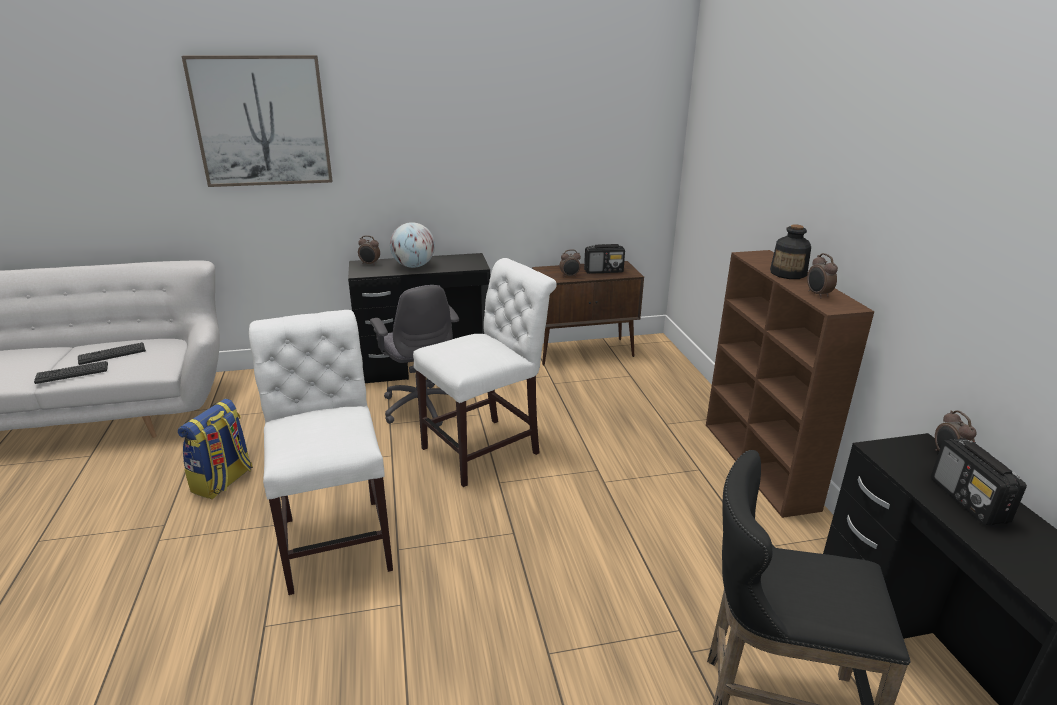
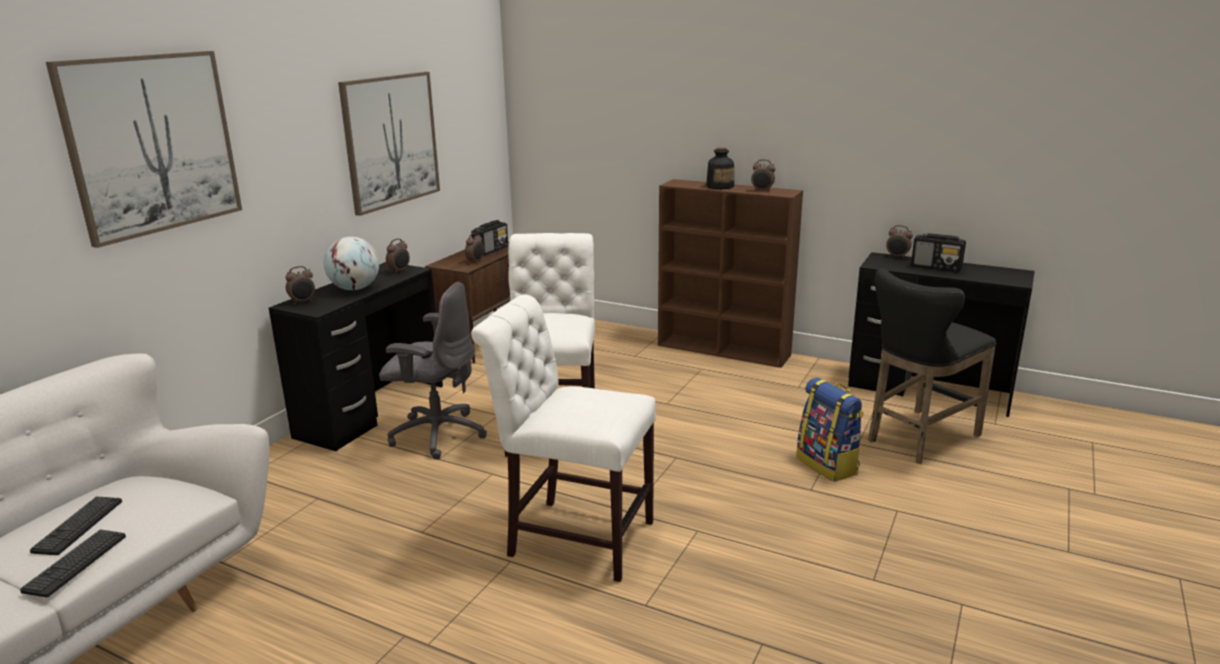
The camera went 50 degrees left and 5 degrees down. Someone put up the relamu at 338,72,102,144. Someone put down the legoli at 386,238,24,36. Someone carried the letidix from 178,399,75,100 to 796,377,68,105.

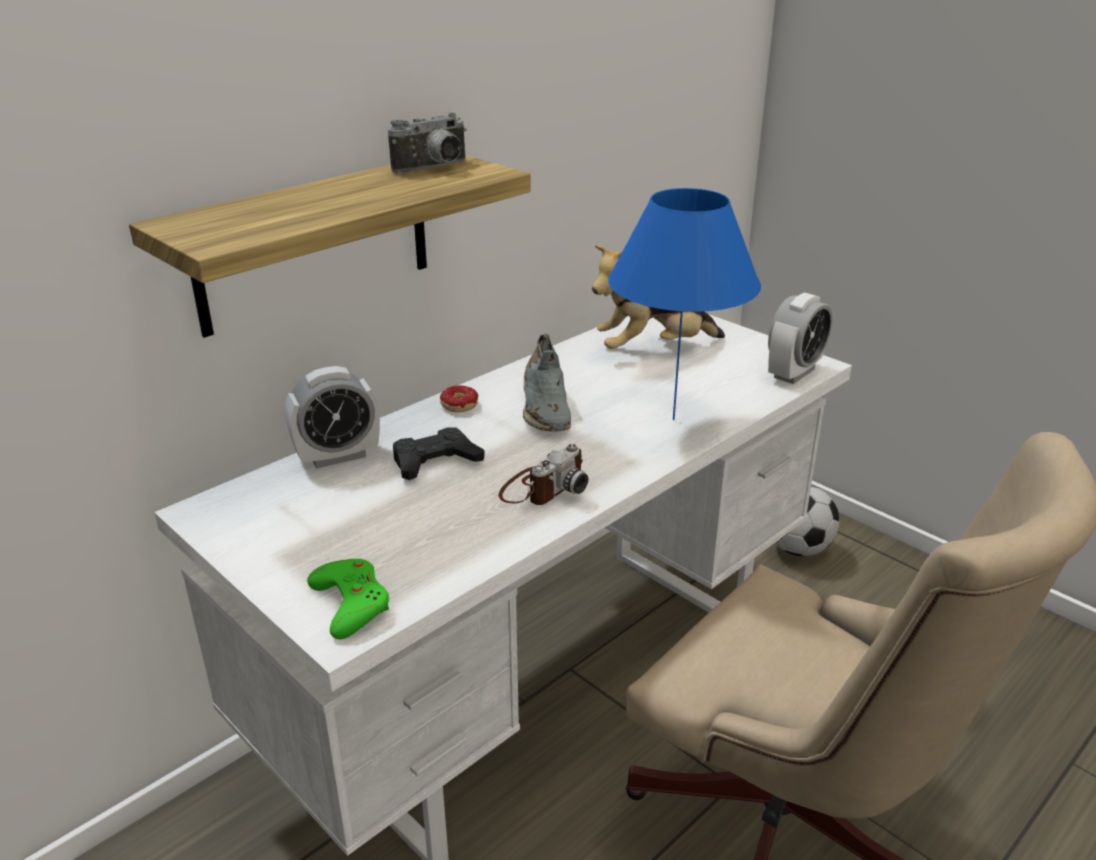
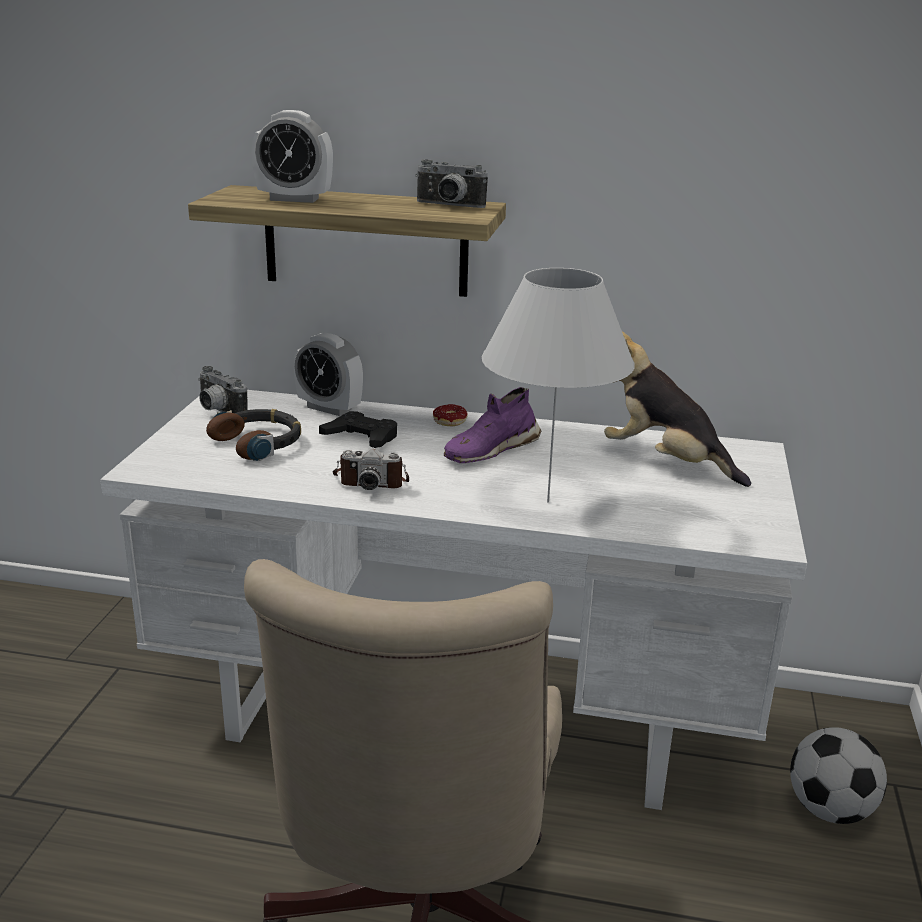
The camera went 55 degrees right and 5 degrees down. Someone took away the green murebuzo at 307,559,82,80. Someone put down the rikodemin at 198,366,50,47. Someone put down the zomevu at 206,409,95,52. Someone carried the legoli from 768,293,64,91 to 251,110,82,93. Someone repainted the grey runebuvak at 523,333,48,99, which became the purple runebuvak at 444,387,97,76. Someone repainted the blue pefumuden at 608,188,153,232, which became the white pefumuden at 482,268,153,235.

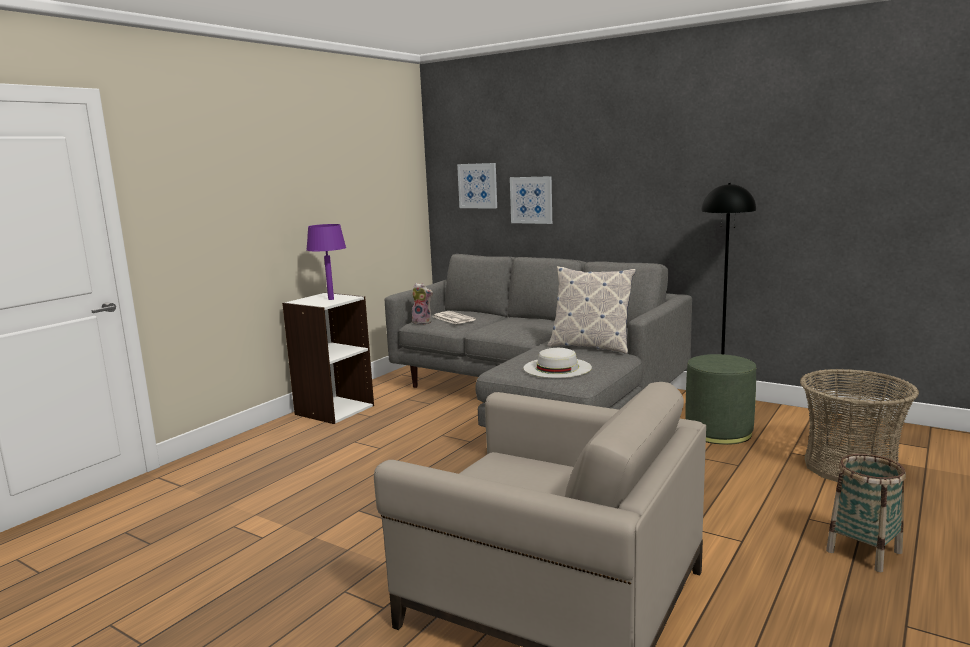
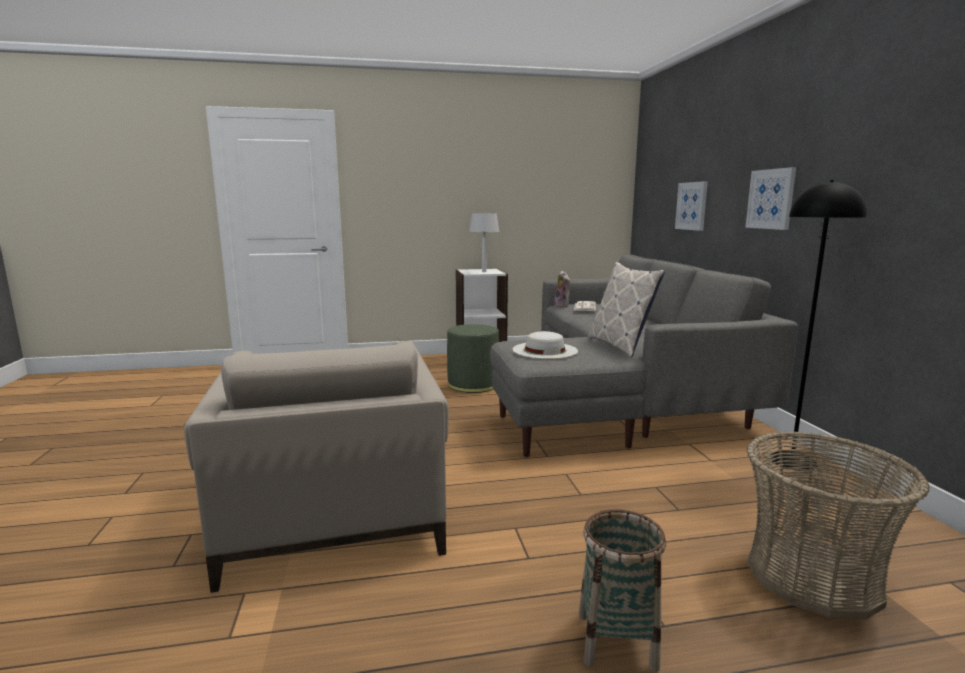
The camera went 45 degrees right and 0 degrees up. Someone carried the relamu from 457,163,40,45 to 745,167,51,63. Someone carried the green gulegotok from 685,354,71,91 to 447,324,52,69. Someone repainted the purple pefumuden at 306,224,40,76, which became the grey pefumuden at 469,213,30,59.

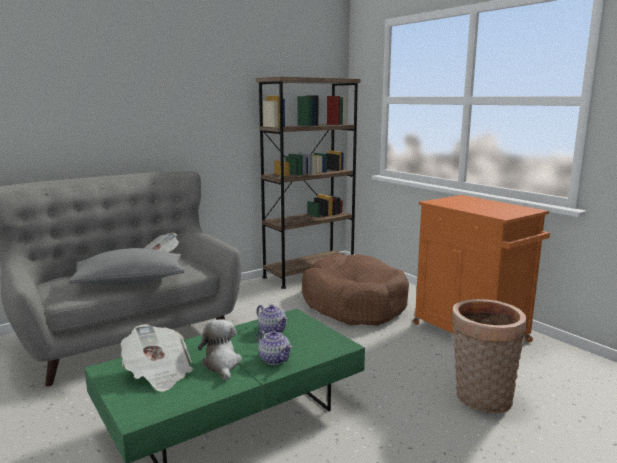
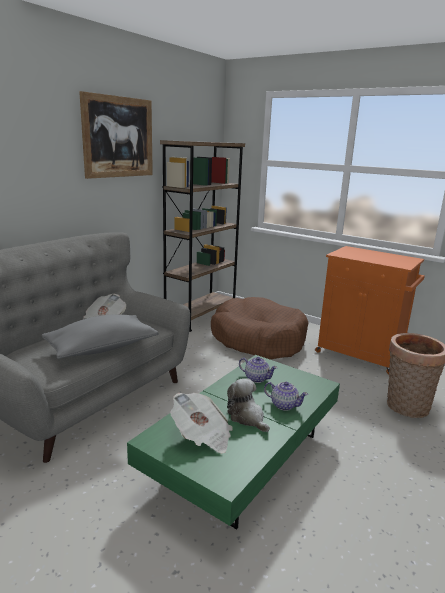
The camera went 20 degrees left and 5 degrees up. Someone put up the relamu at 79,91,74,88.

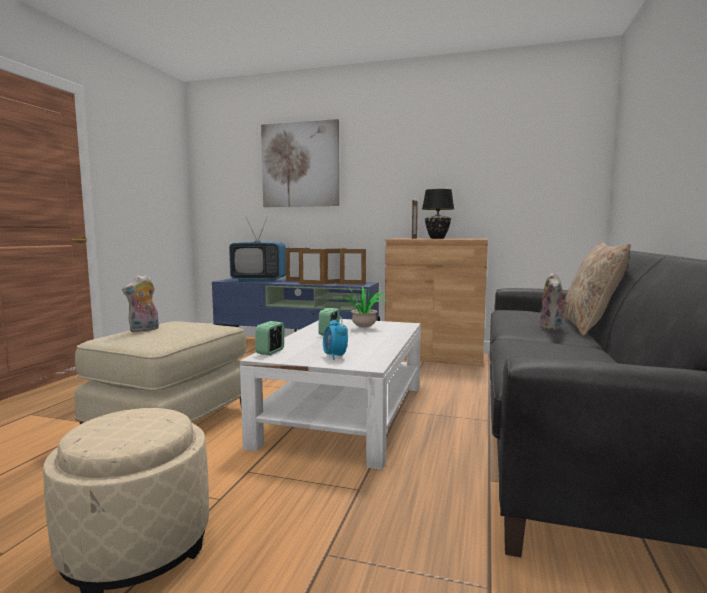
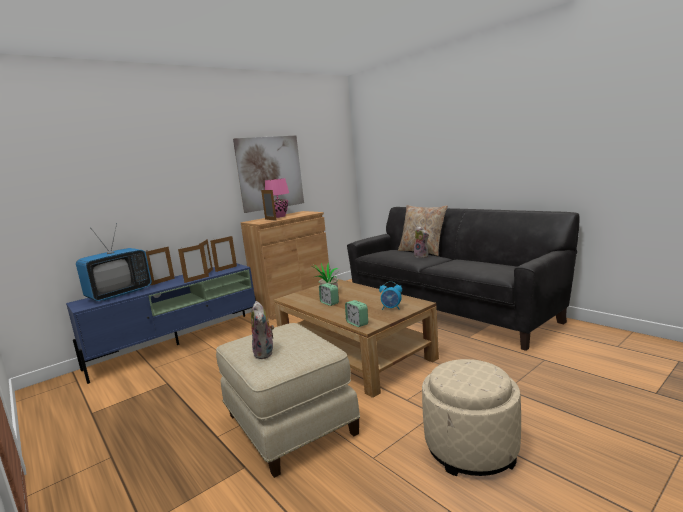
The camera went 55 degrees left and 5 degrees up. Someone carried the relamu from 261,119,78,88 to 233,136,71,77. Someone repainted the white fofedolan at 240,319,181,151, which became the brown fofedolan at 274,279,165,119. Someone repainted the black pefumuden at 422,189,32,50, which became the pink pefumuden at 265,178,24,40.

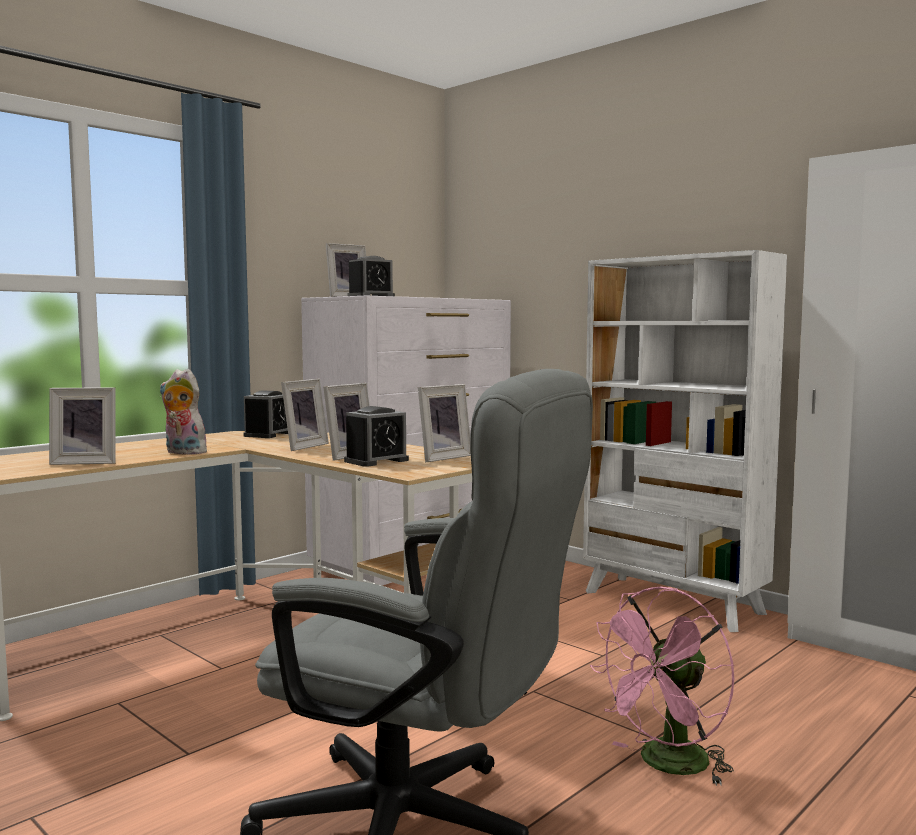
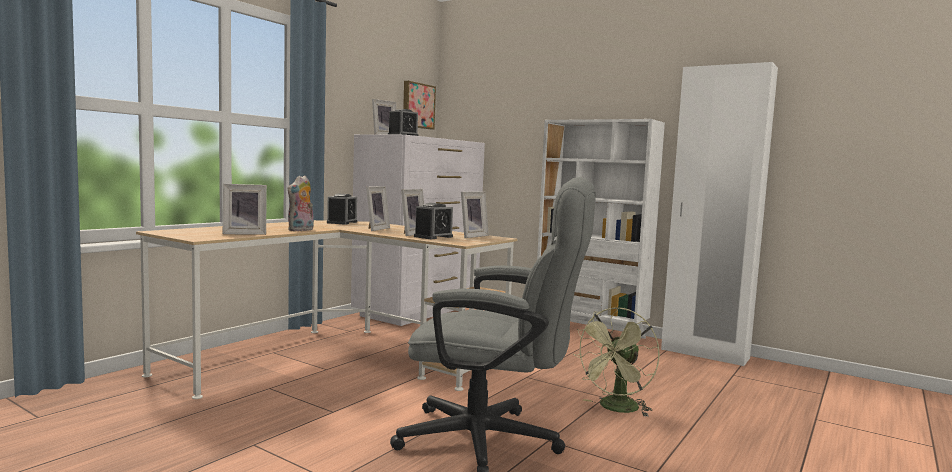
The camera went 10 degrees left and 0 degrees up. Someone put up the relamu at 403,81,33,48. Someone repainted the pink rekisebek at 590,587,144,199, which became the green rekisebek at 573,307,87,110. Someone rotated the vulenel at 160,369,47,86 by 75 degrees counterclockwise.

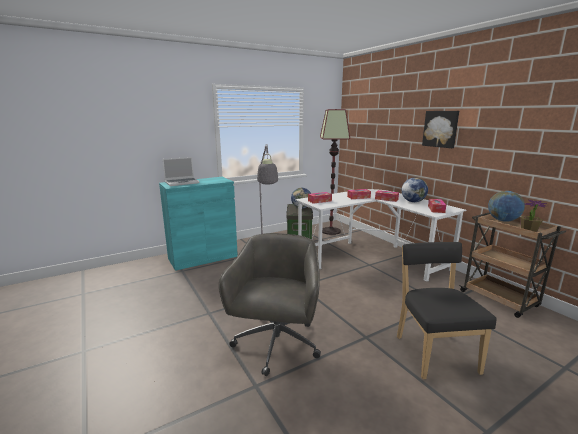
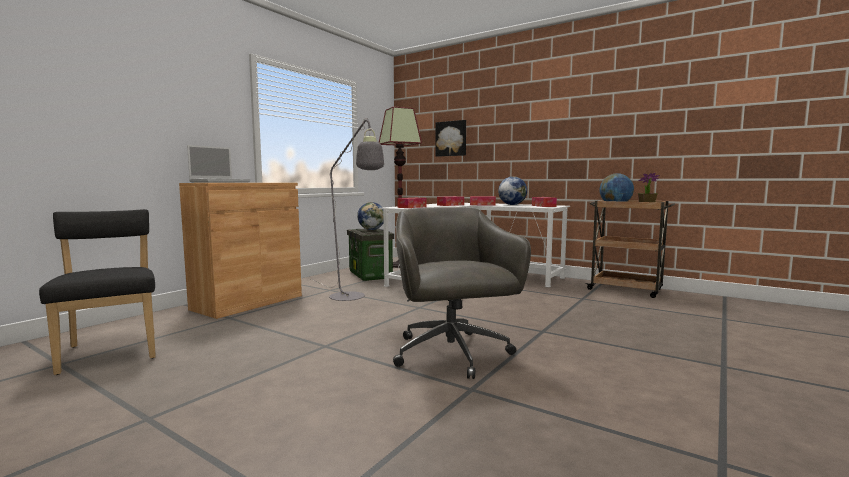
The camera went 25 degrees left and 10 degrees down. Someone carried the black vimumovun from 397,242,99,137 to 39,209,117,166. Someone carried the relamu from 422,111,37,37 to 435,120,31,37. Someone repainted the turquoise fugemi at 159,177,79,94, which became the brown fugemi at 179,183,123,136.

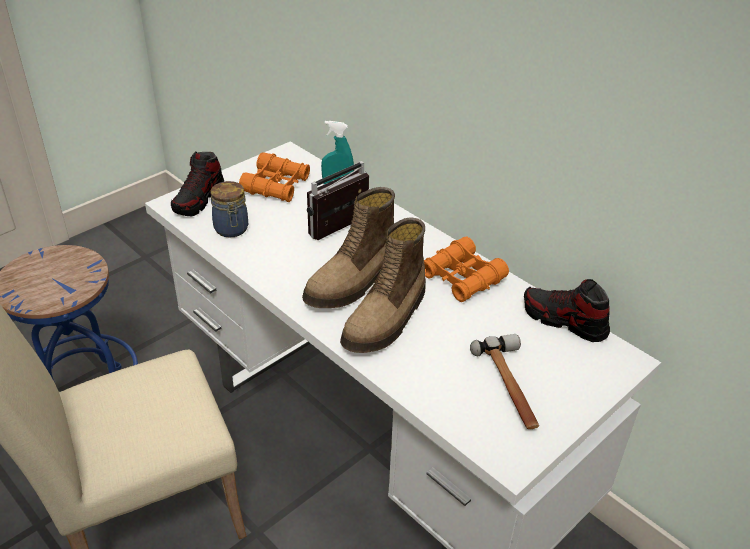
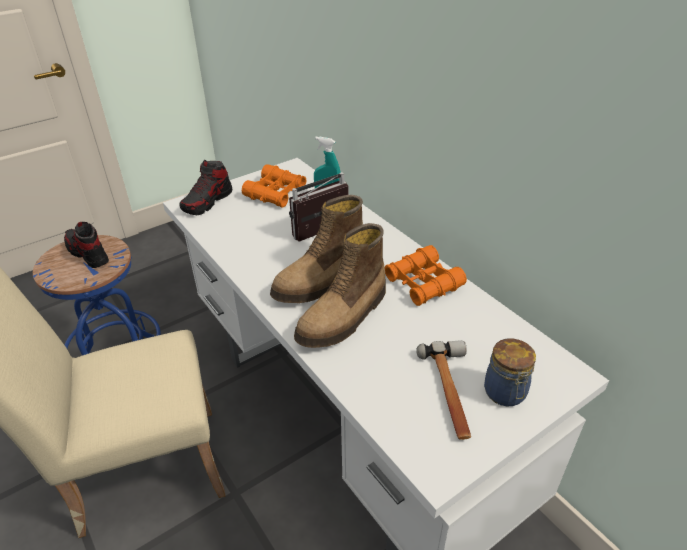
The camera went 10 degrees right and 0 degrees up. Someone carried the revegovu from 211,181,37,57 to 484,338,52,68. Someone carried the runebuvak from 524,279,86,63 to 64,222,45,46.

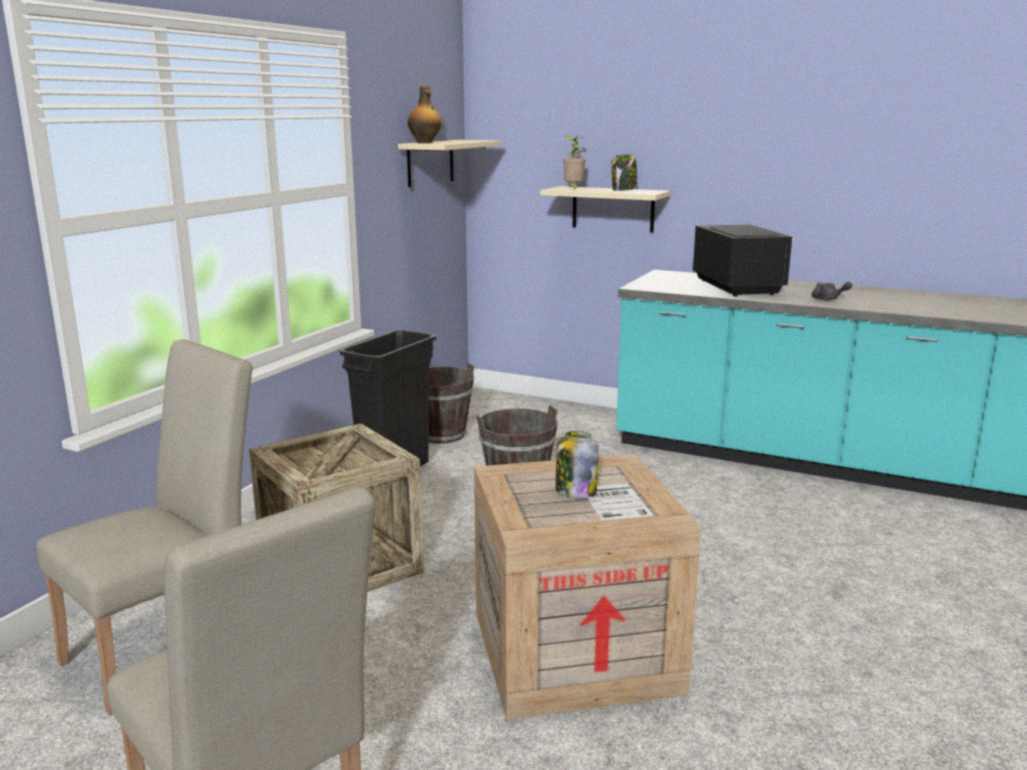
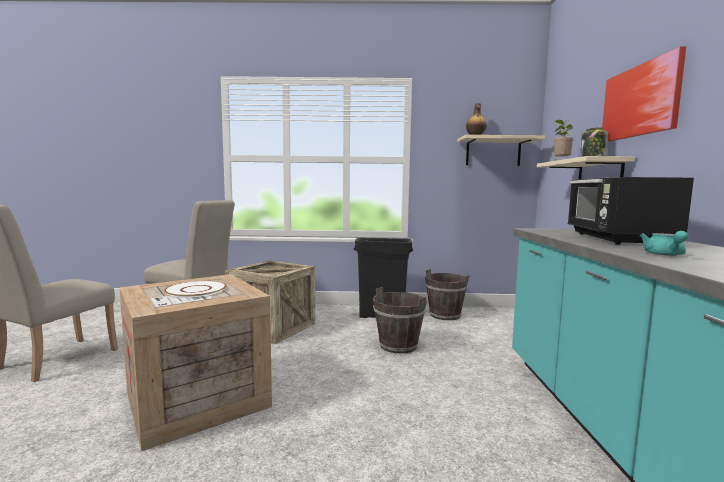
The camera went 65 degrees right and 10 degrees down. Someone put up the relamu at 602,46,84,96. Someone swapped the revegovu at 555,431,44,67 for the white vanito at 164,281,63,17. Someone repainted the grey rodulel at 812,282,40,18, which became the turquoise rodulel at 640,231,48,25. Someone rotated the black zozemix at 693,224,101,73 by 135 degrees clockwise.

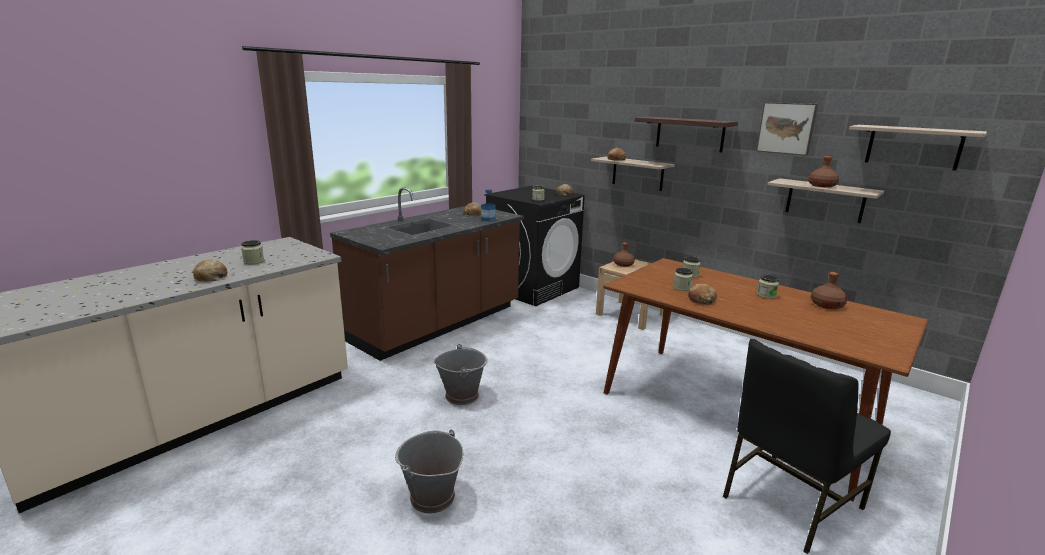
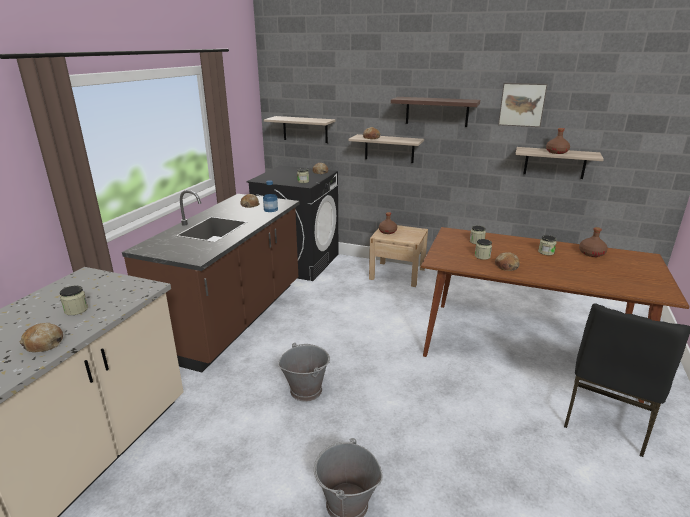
The camera went 20 degrees left and 5 degrees up. Someone carried the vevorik from 849,125,138,46 to 264,116,72,27.

